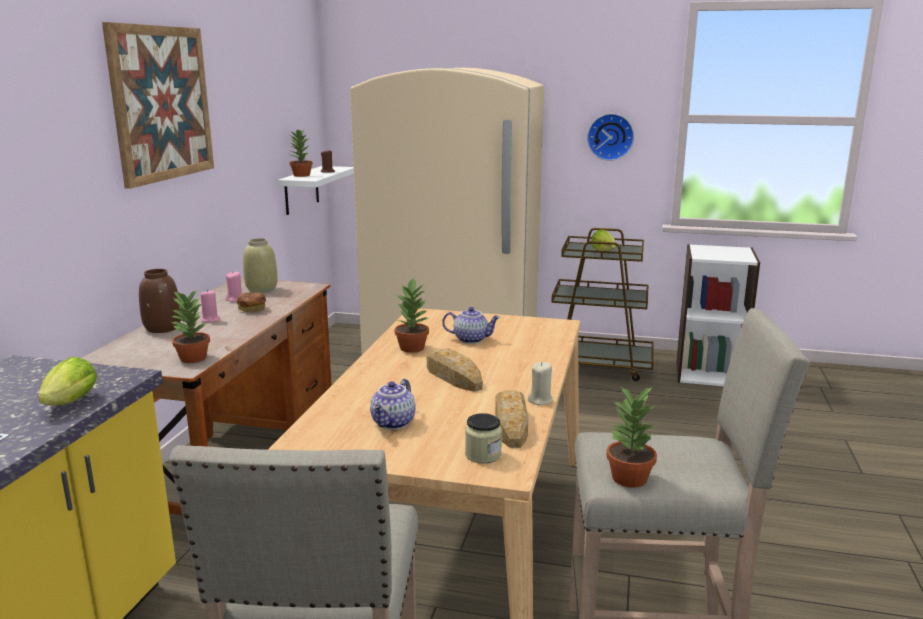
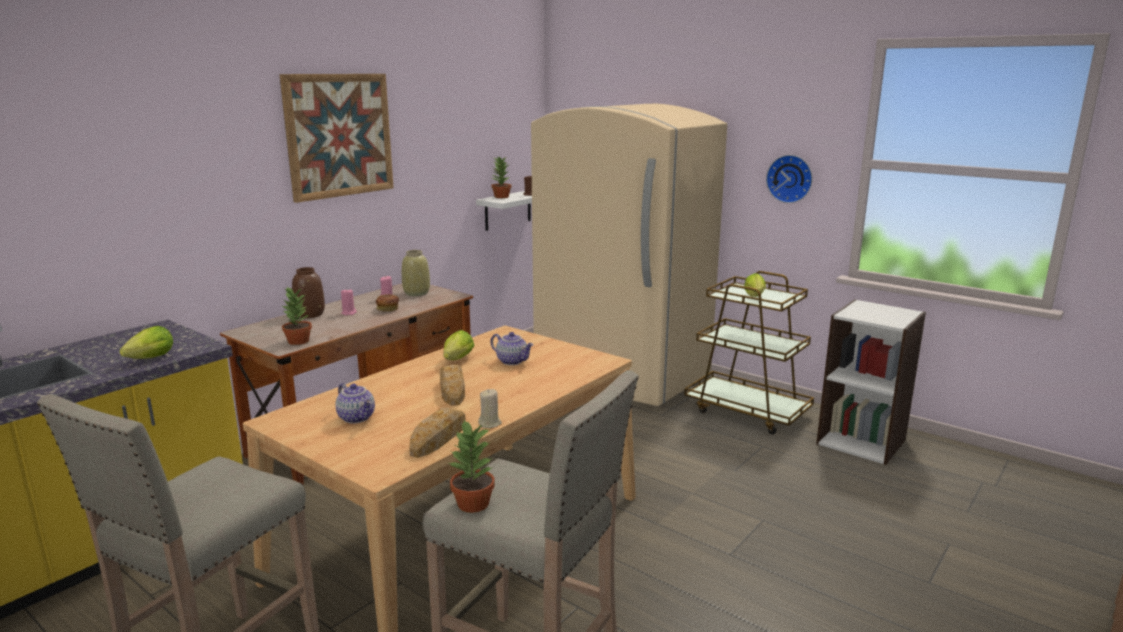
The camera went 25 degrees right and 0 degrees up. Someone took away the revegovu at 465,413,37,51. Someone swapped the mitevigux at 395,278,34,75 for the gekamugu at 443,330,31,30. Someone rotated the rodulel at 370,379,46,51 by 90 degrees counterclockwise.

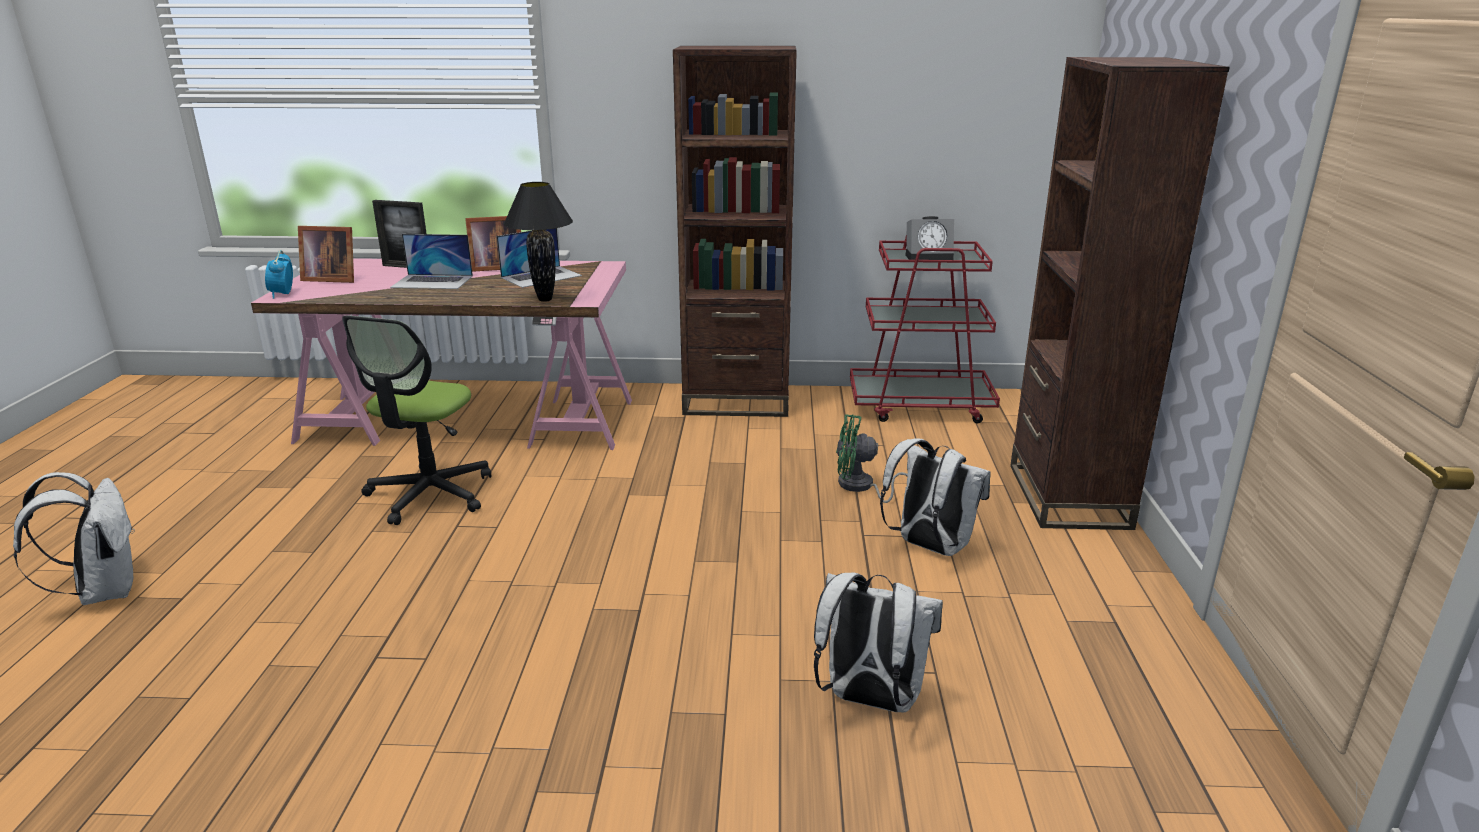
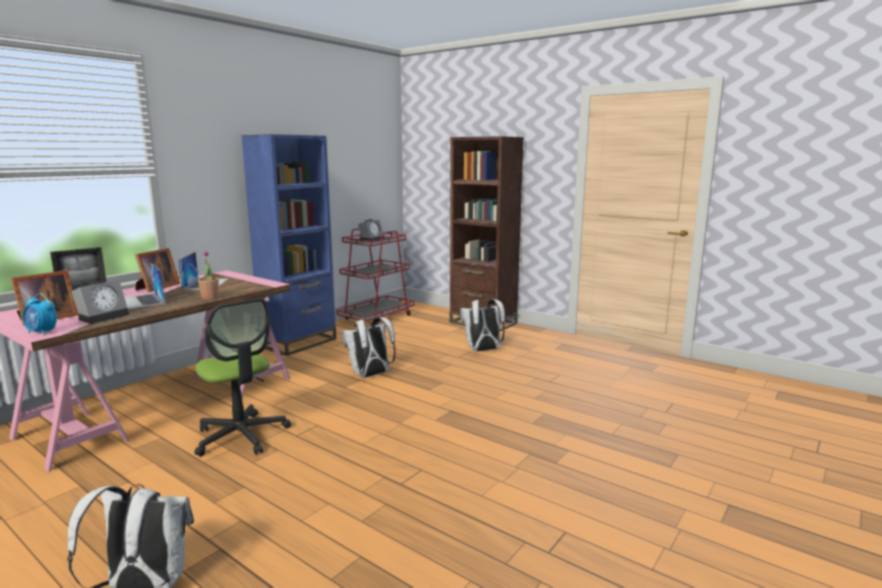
The camera went 55 degrees left and 10 degrees down. Someone took away the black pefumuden at 504,182,69,120. Someone took away the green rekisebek at 836,414,72,89. Someone put down the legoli at 72,280,58,44. Someone put down the mitevigux at 198,251,21,49. Someone carried the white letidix from 814,573,129,139 to 342,317,54,61. Someone repainted the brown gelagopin at 673,46,124,371, which became the blue gelagopin at 241,134,95,222. Someone rotated the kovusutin at 390,234,83,55 by 105 degrees clockwise.

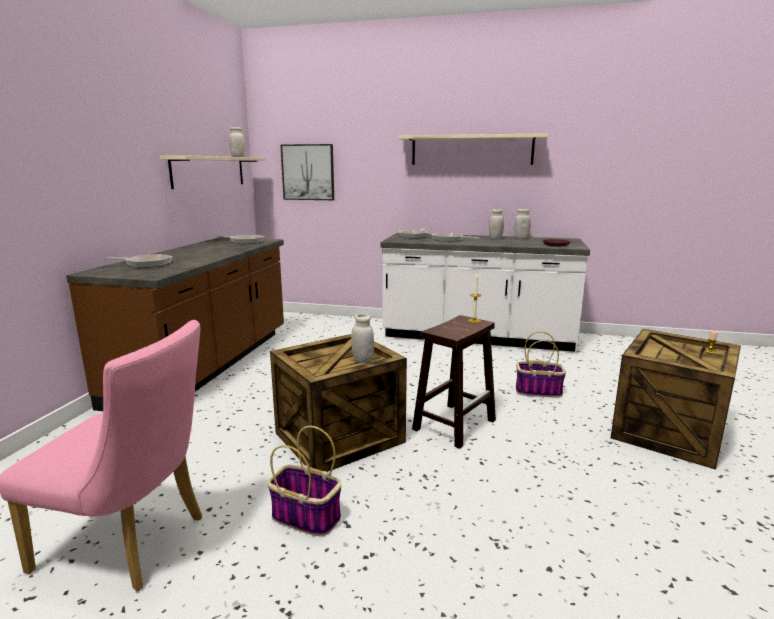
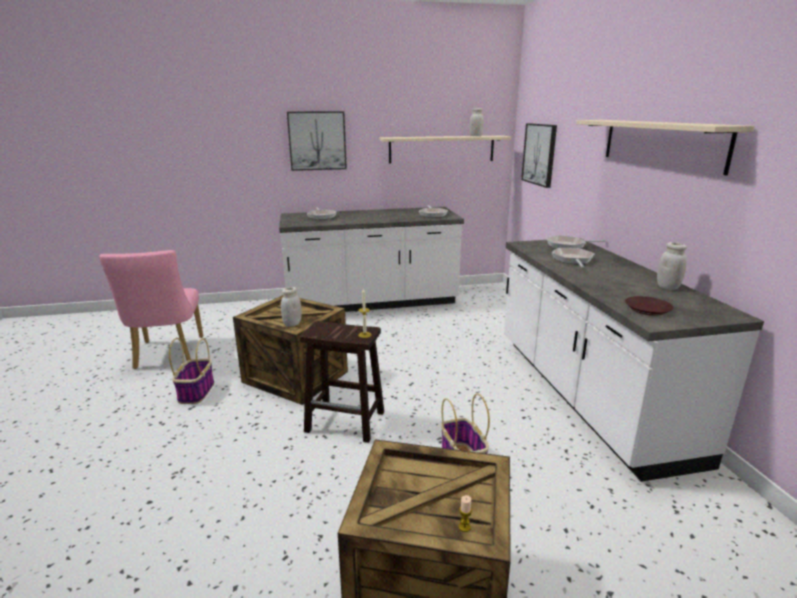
The camera went 65 degrees right and 5 degrees up. Someone took away the white revegovu at 489,209,15,30. Someone put up the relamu at 287,111,60,60. Someone repainted the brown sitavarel at 66,237,218,174, which became the white sitavarel at 279,207,185,105.

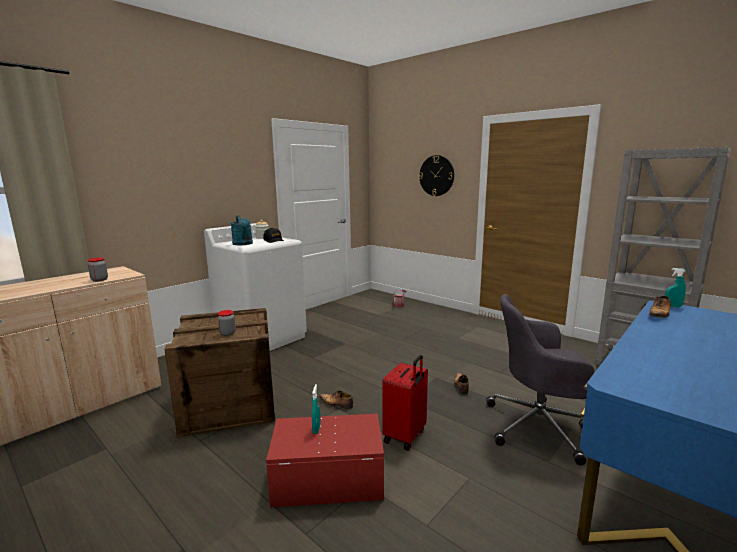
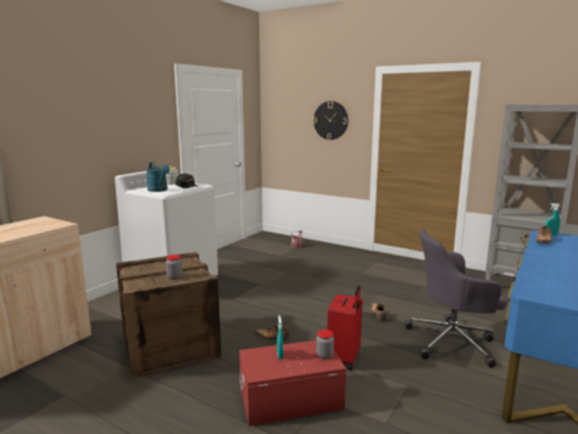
The camera went 10 degrees left and 0 degrees up. Someone carried the revegovu from 88,258,20,24 to 316,330,18,29.

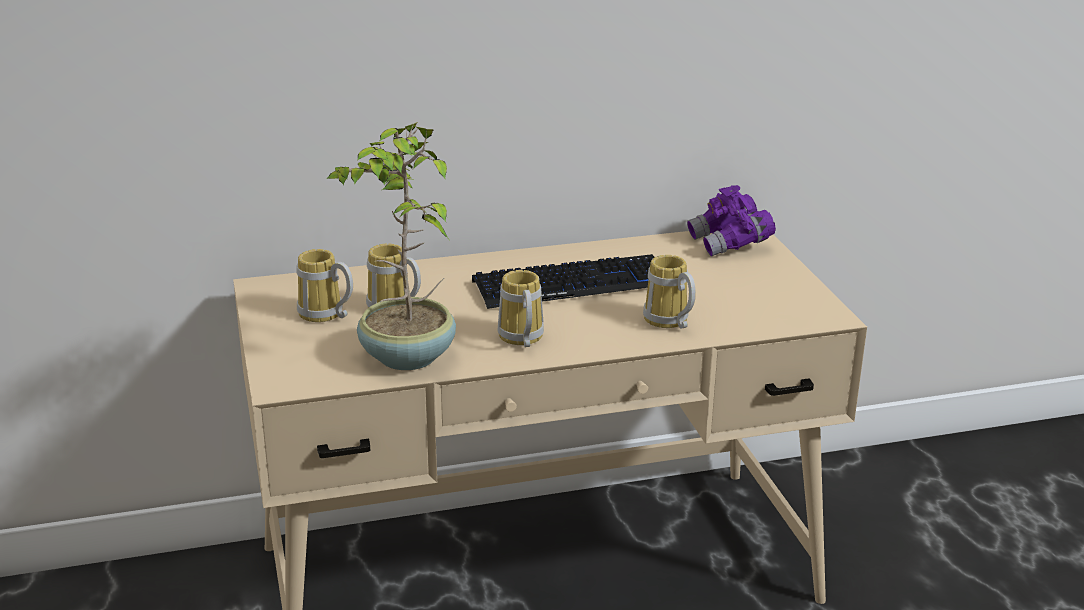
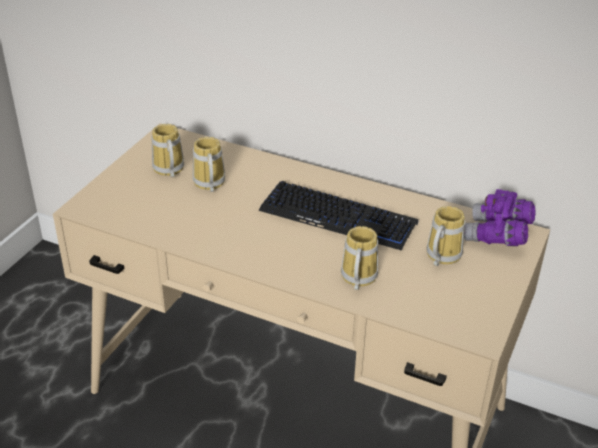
The camera went 40 degrees right and 10 degrees up. Someone took away the mitevigux at 326,122,130,248. Someone carried the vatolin from 498,270,46,77 to 426,206,39,60.

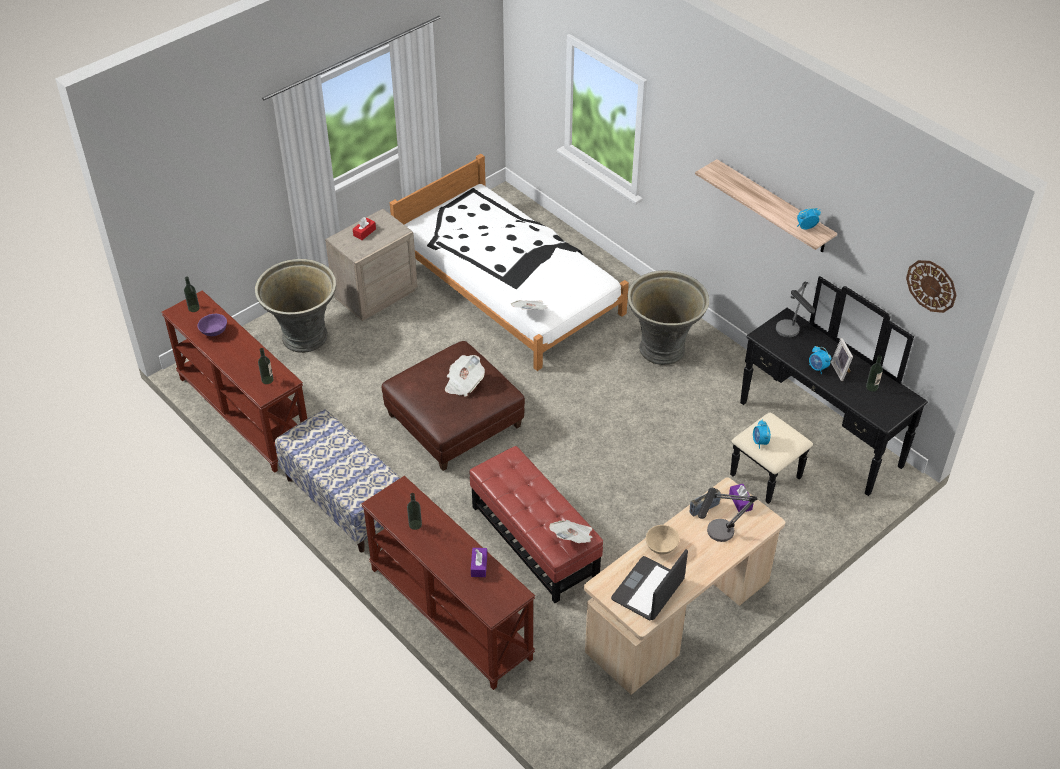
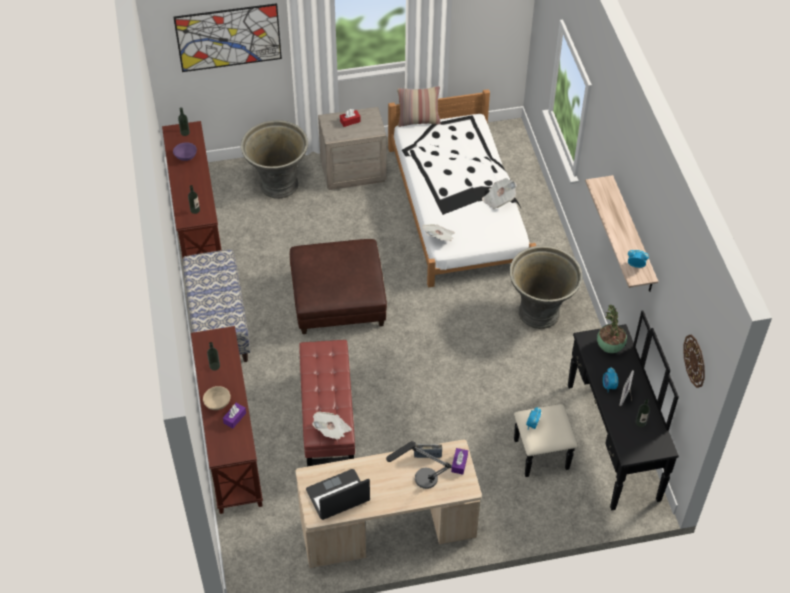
The camera went 30 degrees right and 5 degrees up. Someone put up the relamu at 173,3,109,69. Someone put down the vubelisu at 397,86,44,41. Someone carried the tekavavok from 445,355,40,42 to 482,178,35,31. Someone carried the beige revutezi from 646,525,33,29 to 203,386,28,24. Someone swapped the pefumuden at 776,281,39,56 for the mitevigux at 597,305,30,48.

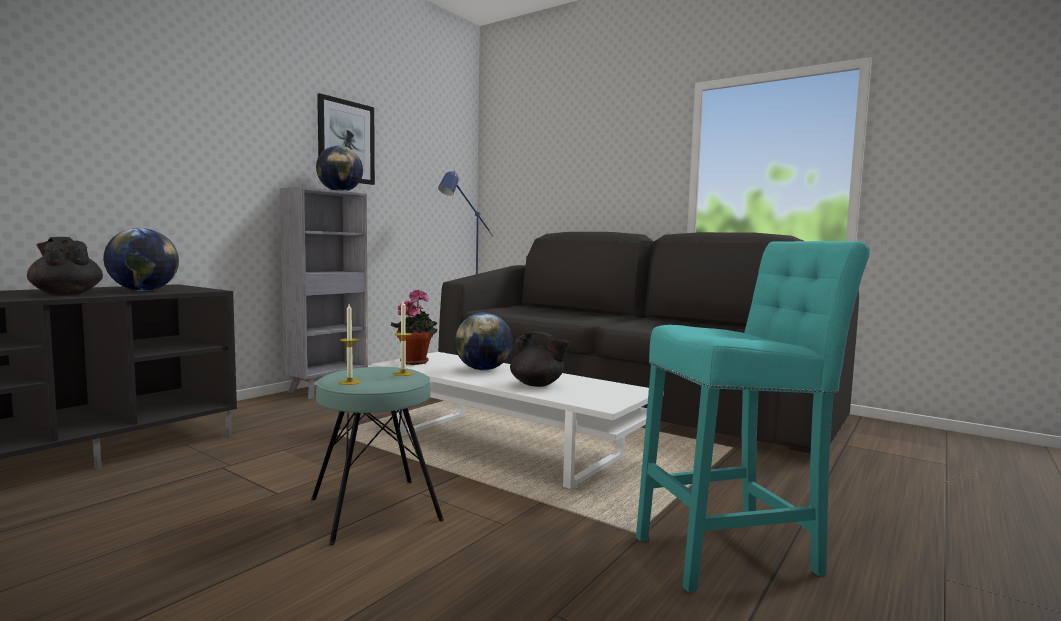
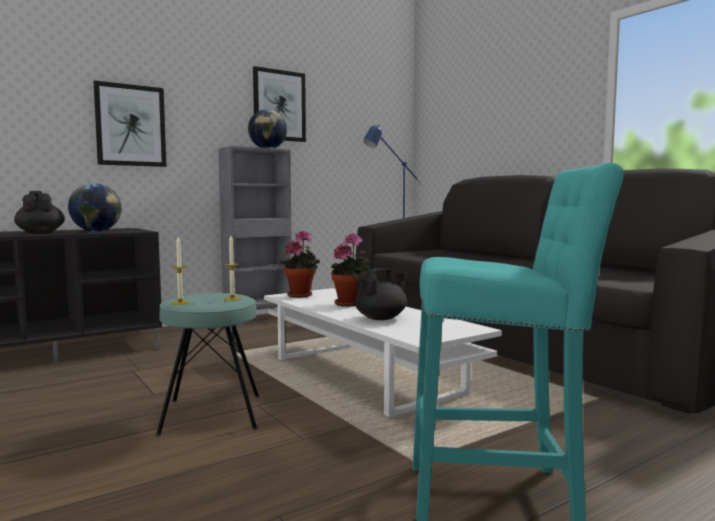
The camera went 20 degrees right and 0 degrees up. Someone put up the relamu at 94,80,72,87. Someone swapped the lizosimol at 455,312,58,58 for the mitevigux at 331,233,39,73. Someone rotated the black rodulel at 510,331,61,56 by 75 degrees counterclockwise.

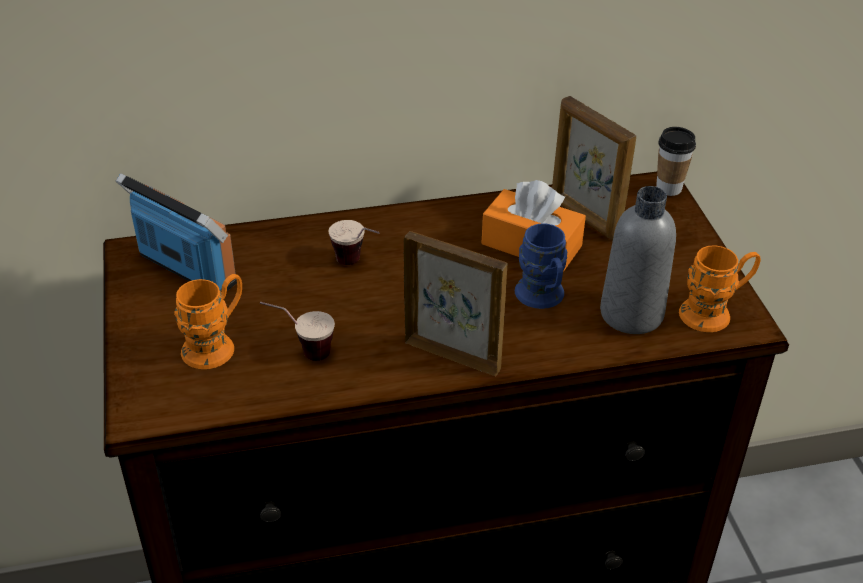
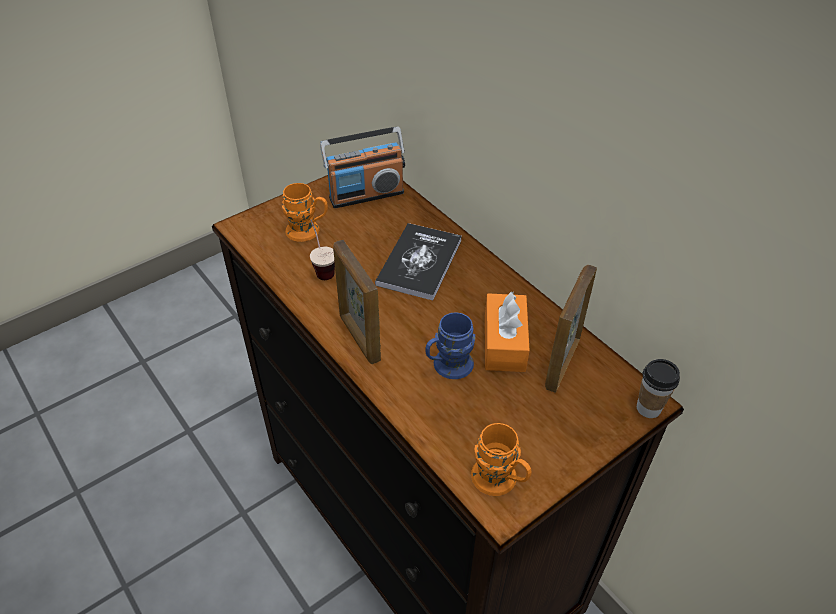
The camera went 65 degrees right and 5 degrees up. Someone took away the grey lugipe at 600,186,76,148. Someone swapped the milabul at 328,220,52,45 for the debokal at 375,223,87,77. Someone rotated the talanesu at 116,173,121,119 by 60 degrees clockwise. Someone rotated the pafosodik at 404,231,103,145 by 150 degrees clockwise.

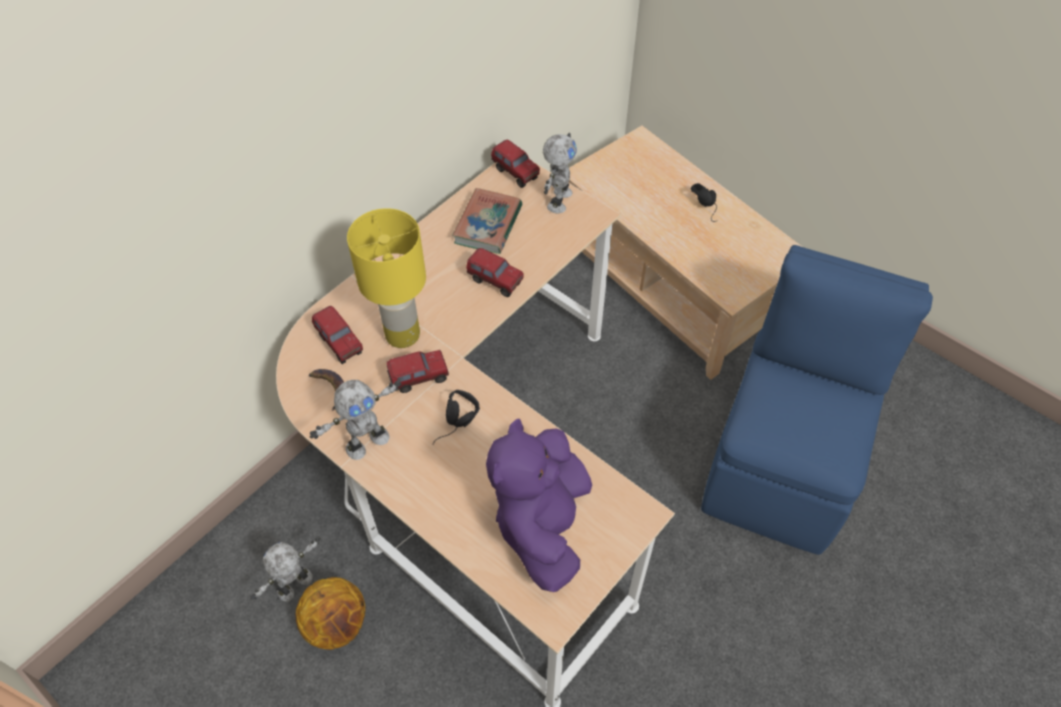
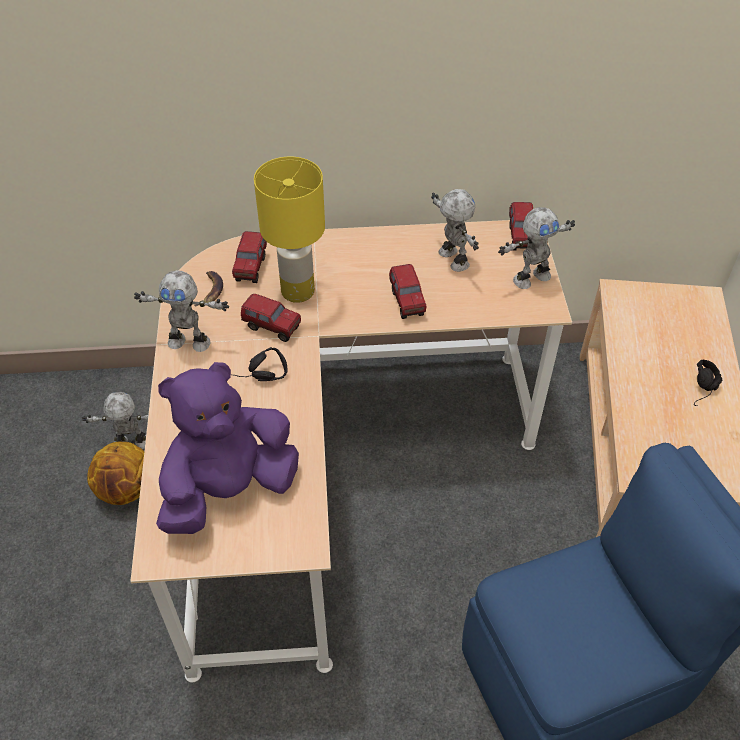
The camera went 45 degrees right and 5 degrees down. Someone swapped the debokal at 452,188,70,66 for the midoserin at 431,189,48,83.

